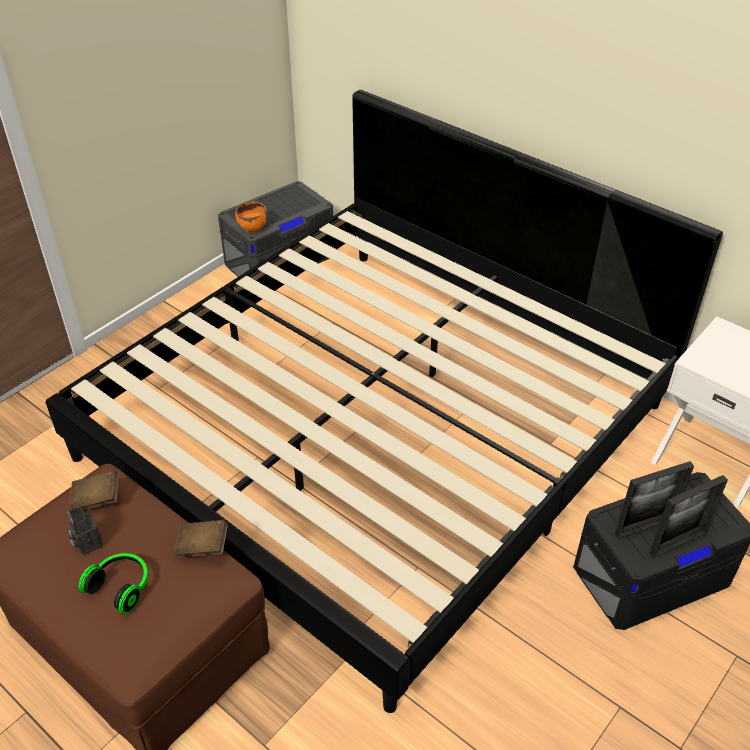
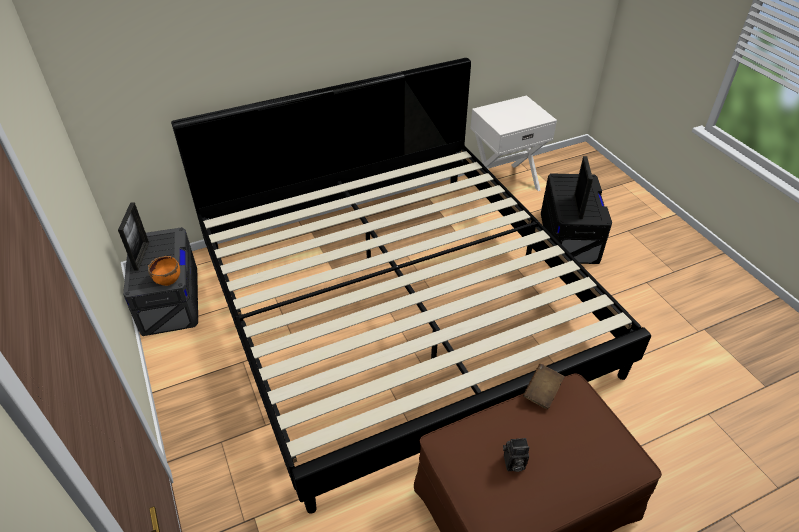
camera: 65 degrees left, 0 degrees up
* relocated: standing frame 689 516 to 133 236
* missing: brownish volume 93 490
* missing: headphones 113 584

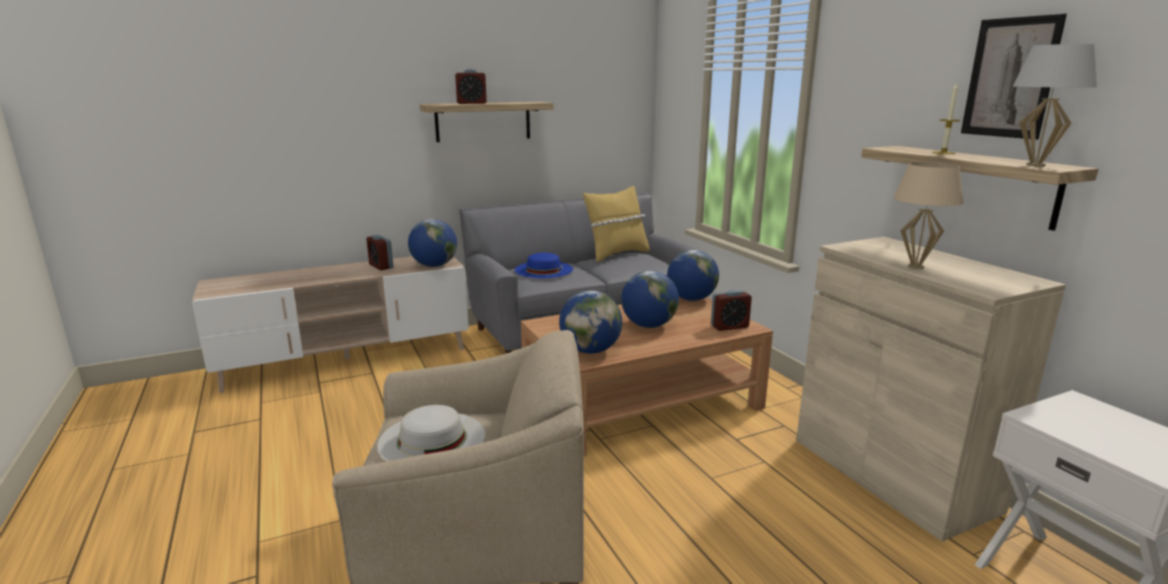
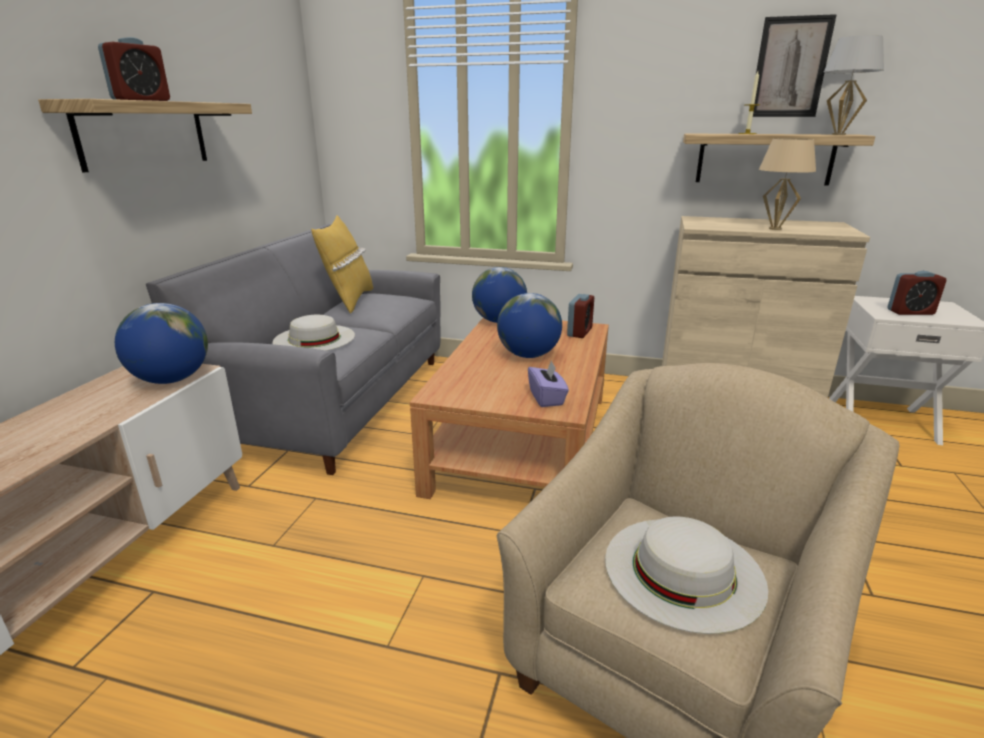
camera: 50 degrees left, 5 degrees up
* colour: bluish wearable hat 544 265 to white wearable hat 314 333
* exchanged: globe 590 322 to purplish tissue holder 548 383
* relocated: bedside clock 379 252 to 917 293

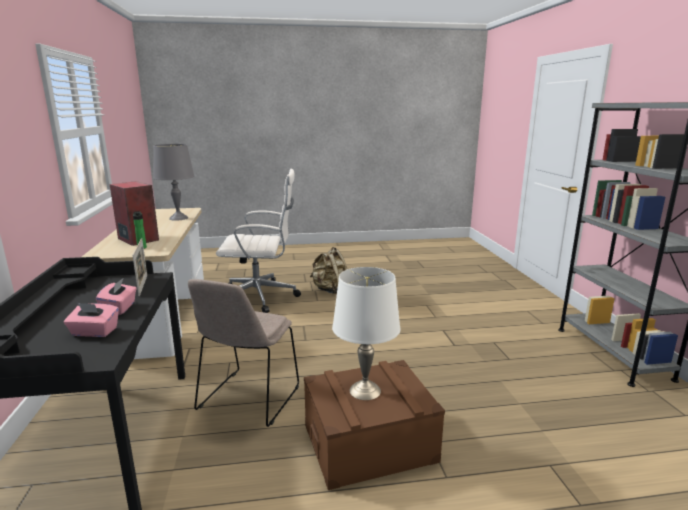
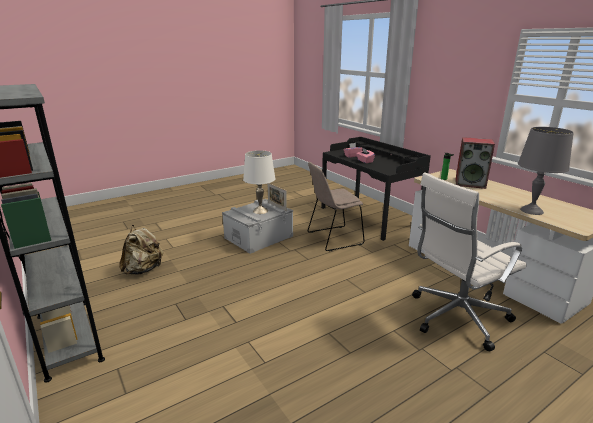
camera: 155 degrees right, 5 degrees up
* relocated: beige backpack 328 270 to 141 250
* colour: brownish storage bin 374 425 to greyish storage bin 257 226
* relocated: standing frame 139 267 to 277 197
* spun: beige upright chair 243 353 = 336 207 105 degrees counterclockwise

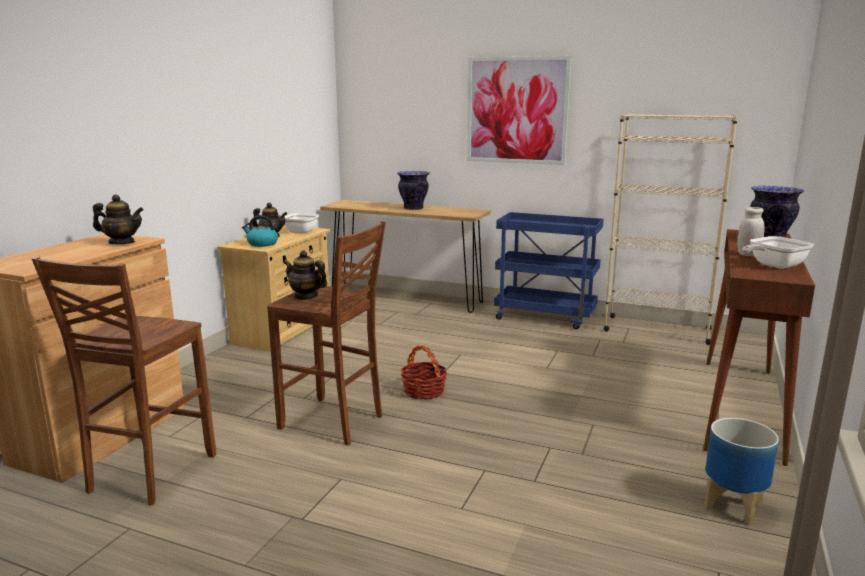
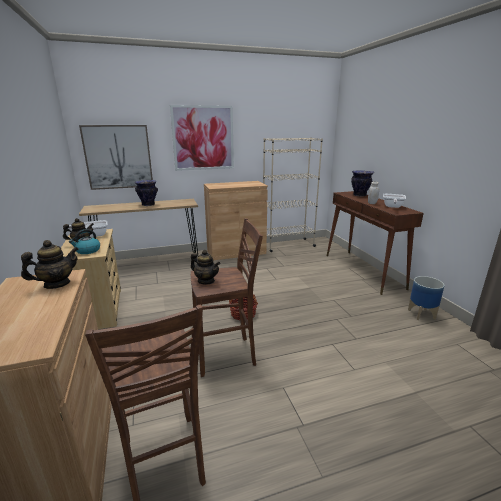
camera: 40 degrees left, 5 degrees up
* appeared: picture 116 157
* spun: tea pot 305 275 = 205 267 135 degrees counterclockwise
* exchanged: bluish trolley 549 270 to brownish storage cabinet 236 220

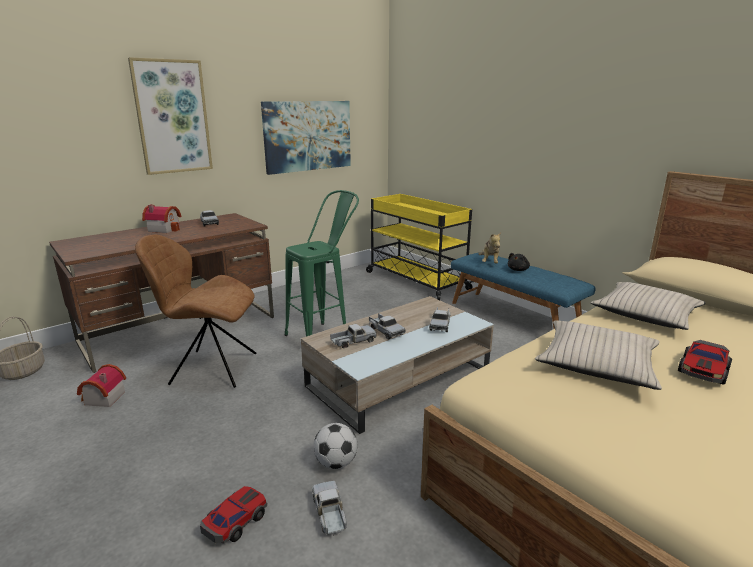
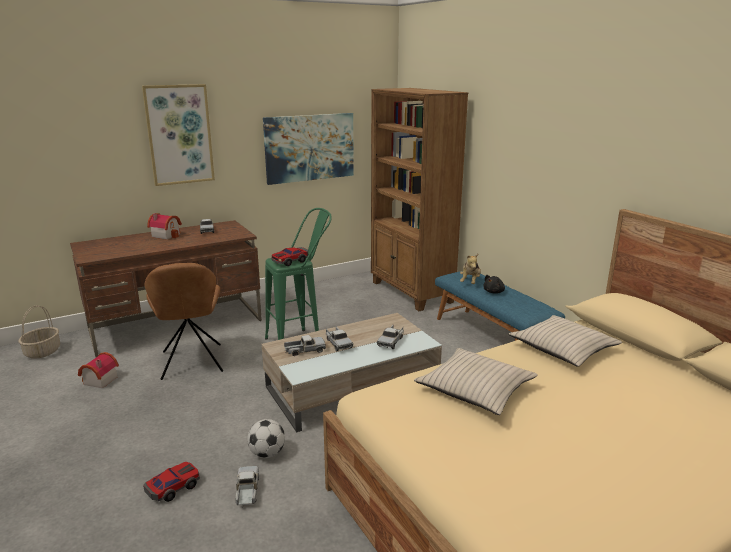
camera: 10 degrees right, 0 degrees up
* spun: brownish upright chair 195 311 = 183 321 120 degrees counterclockwise
* relocated: toy car 705 362 to 289 256
* exchanged: yellowish trolley 419 247 to brownish bookshelf 419 199

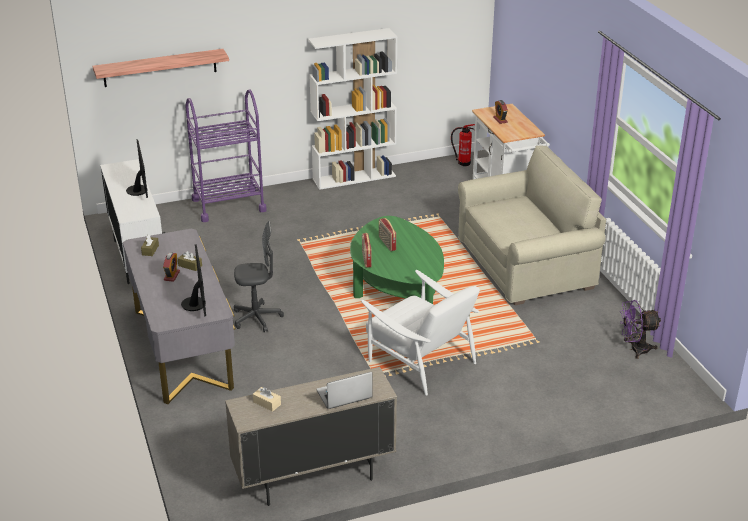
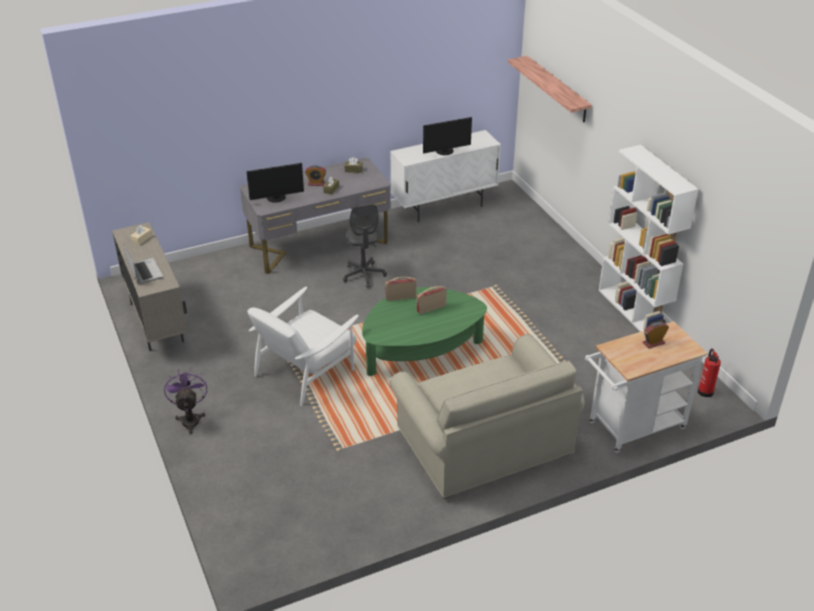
camera: 85 degrees right, 5 degrees up
* relocated: purplish electric fan 640 329 to 185 401
* missing: purplish trolley 226 155

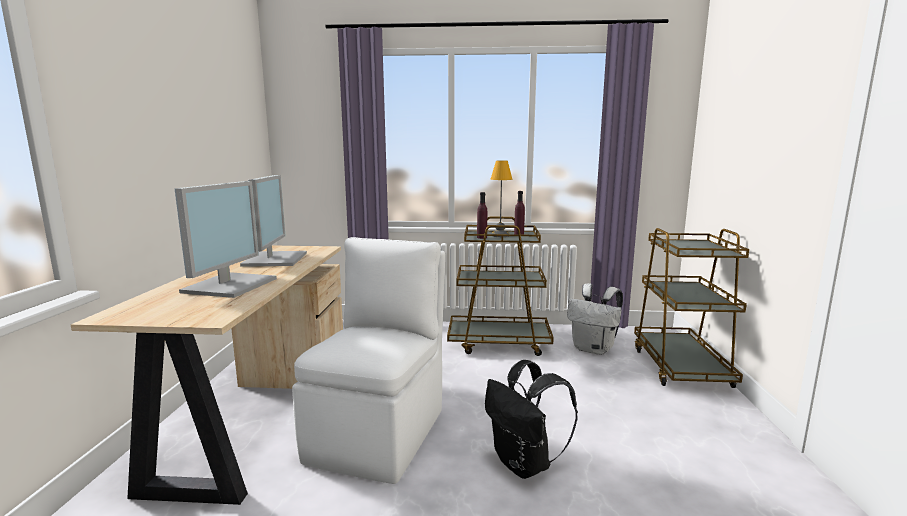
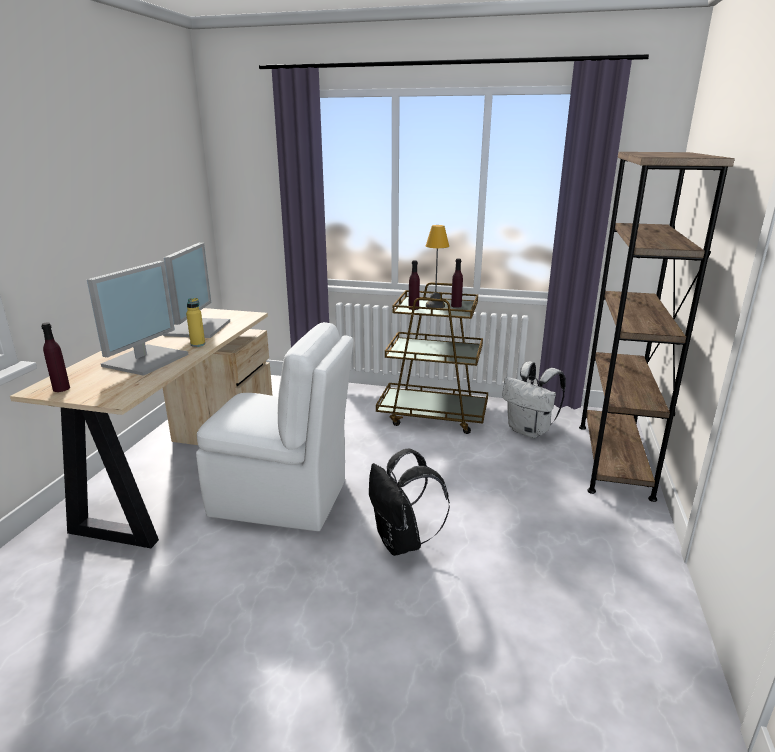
camera: 10 degrees right, 10 degrees up
* appeared: purplish beverage bottle 55 357
* appeared: yellowish beverage bottle 195 322
* spun: white upright chair 368 360 = 274 426 75 degrees clockwise
* exchanged: brownish trolley 691 308 to brownish bookshelf 657 327

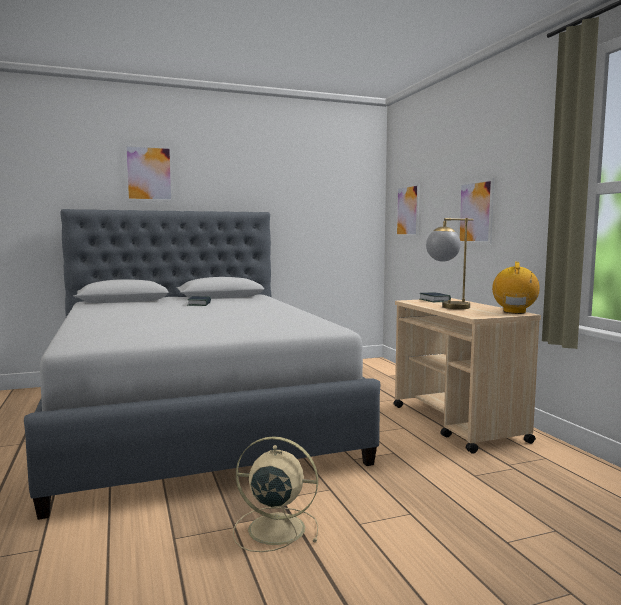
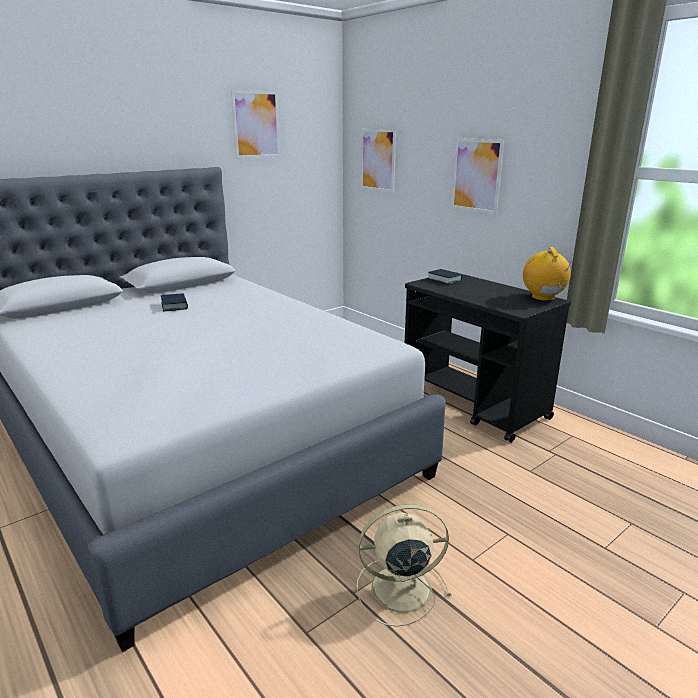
camera: 20 degrees left, 15 degrees up
* relocated: picture 149 173 to 255 124
* colour: beige trolley 467 376 to black-coloured trolley 488 357
* missing: tabletop lamp 450 263

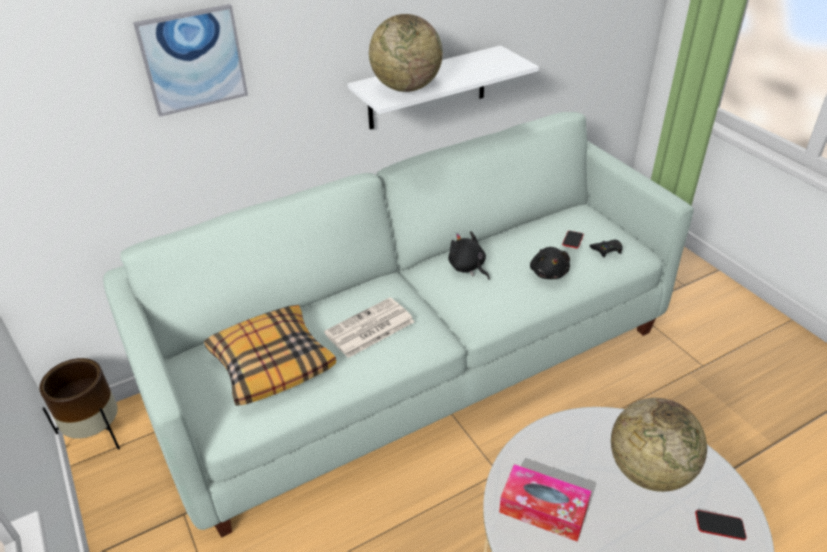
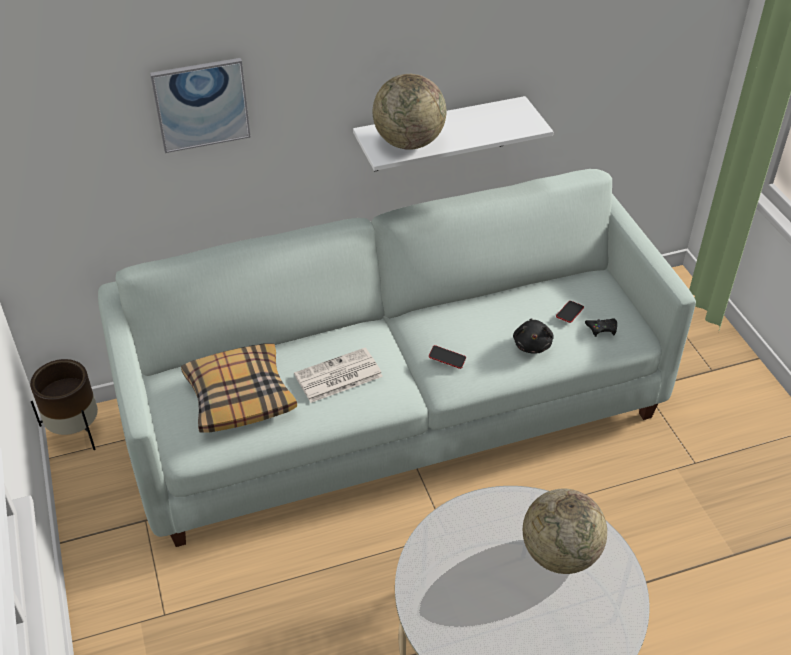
camera: 10 degrees right, 5 degrees up
* relocated: phone 721 525 to 447 357
* missing: black-coloured cuddly toy 469 255
* missing: tissue holder 545 503

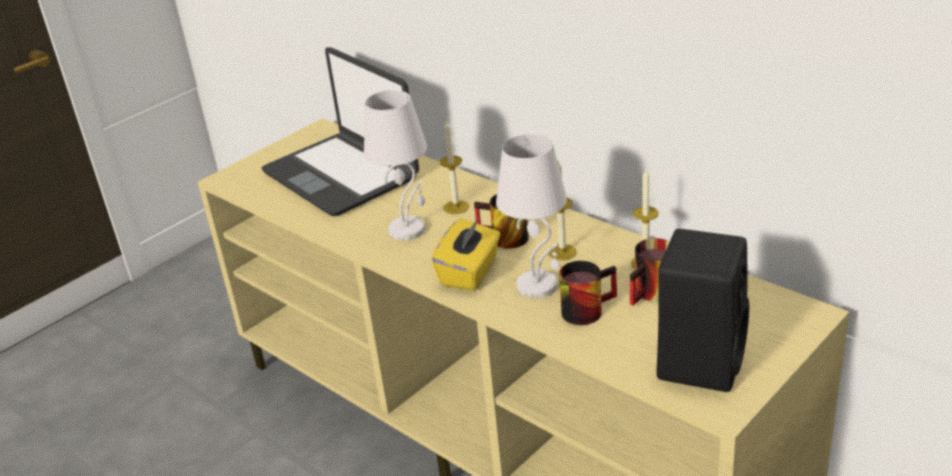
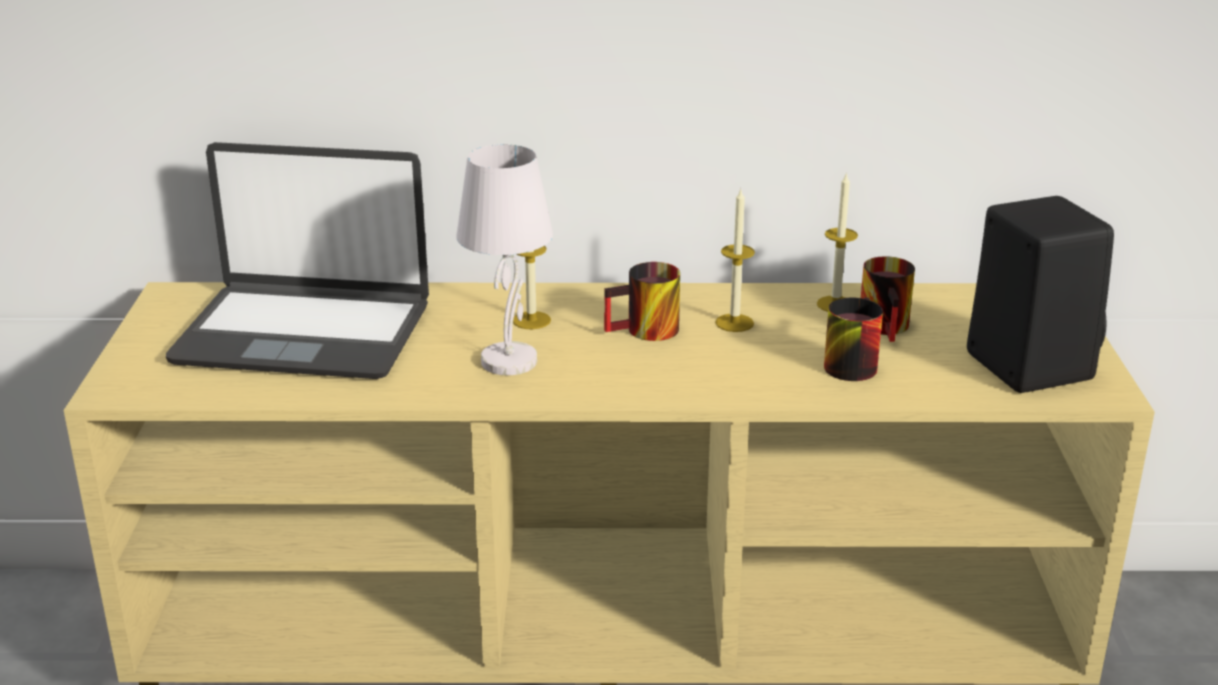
camera: 45 degrees left, 5 degrees down
* missing: yellowish tissue holder 466 254
* missing: white tabletop lamp 531 216

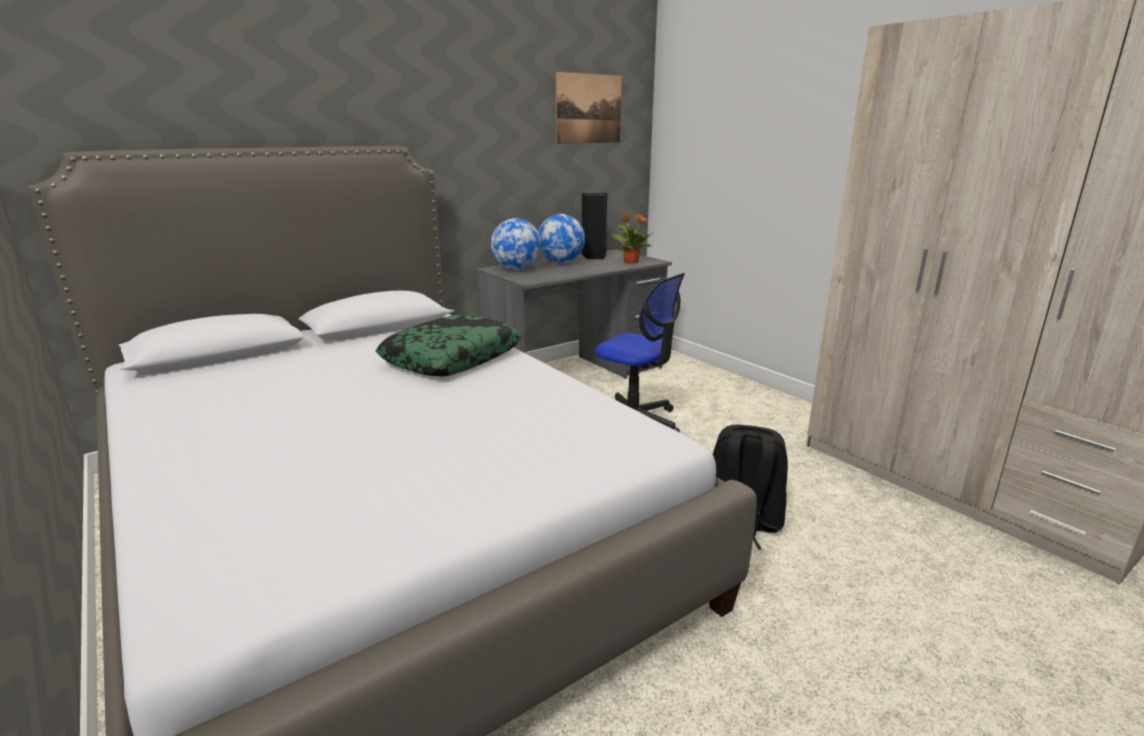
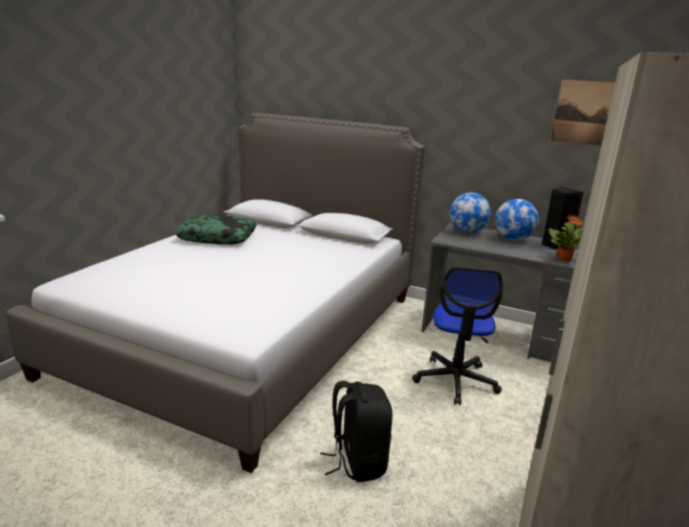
camera: 60 degrees right, 0 degrees up
* relocated: cushion 449 345 to 215 229

